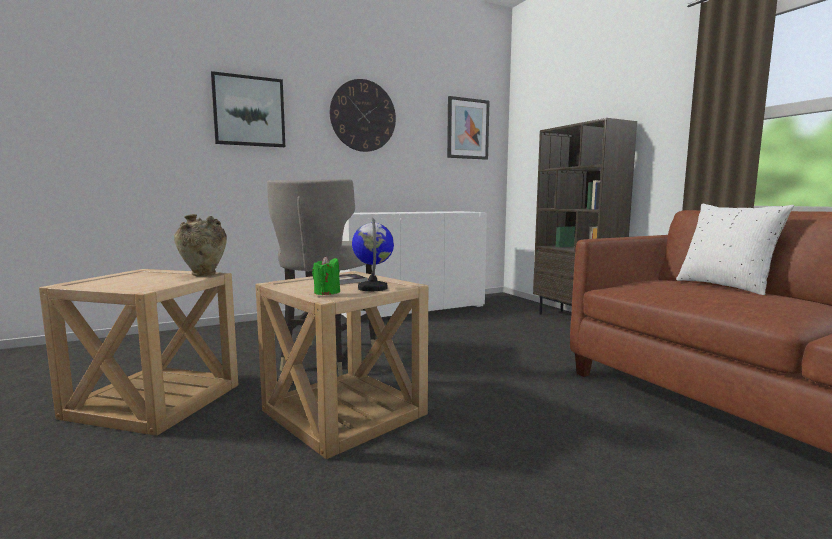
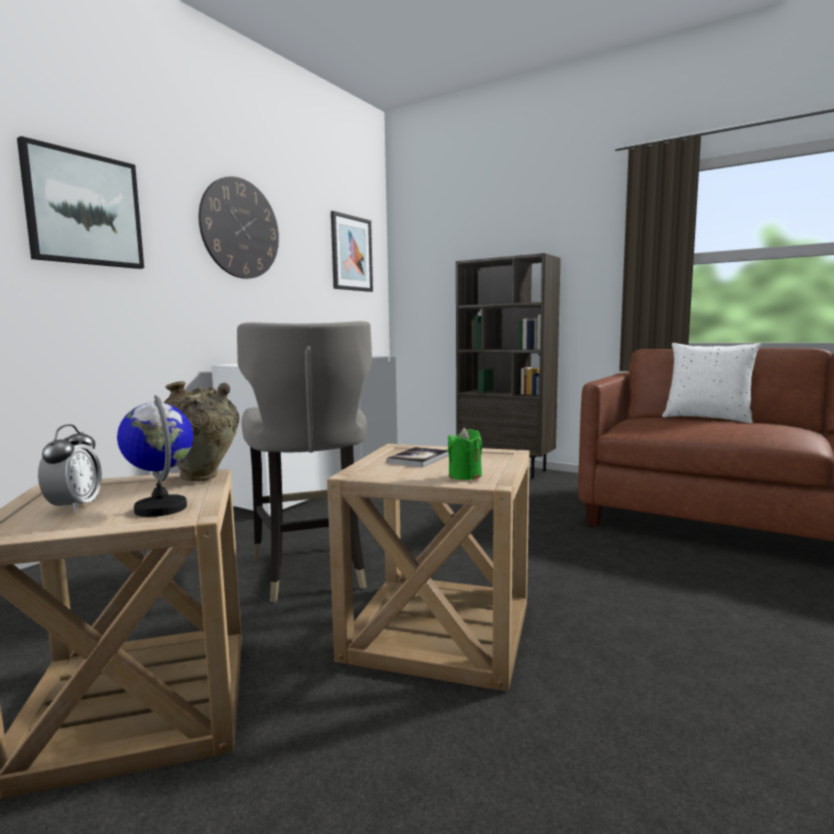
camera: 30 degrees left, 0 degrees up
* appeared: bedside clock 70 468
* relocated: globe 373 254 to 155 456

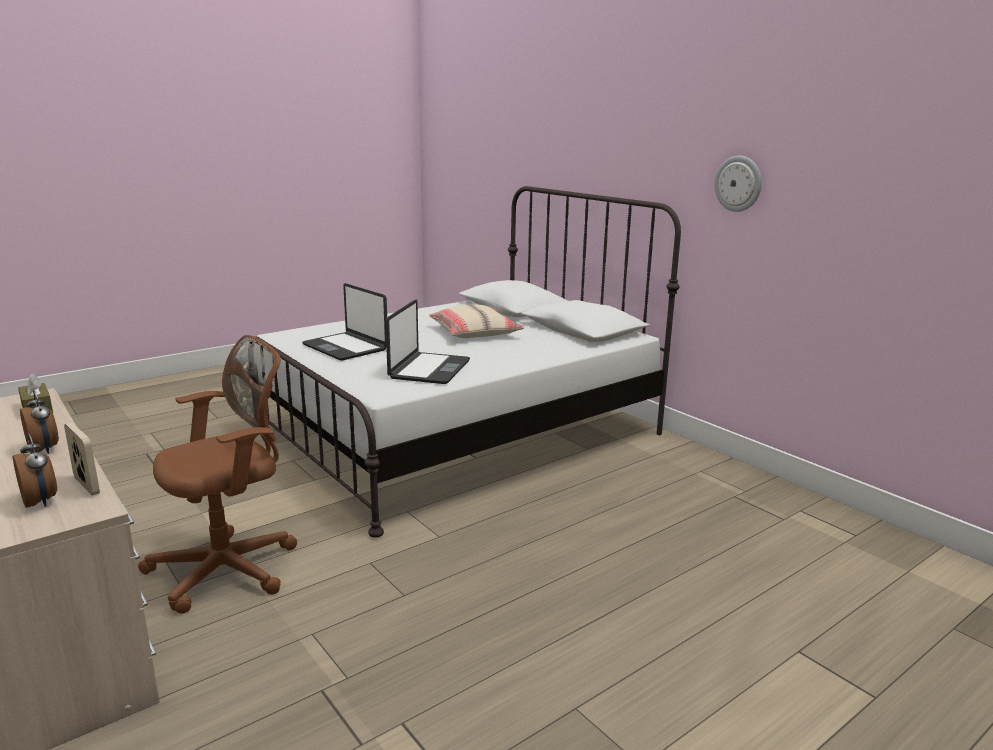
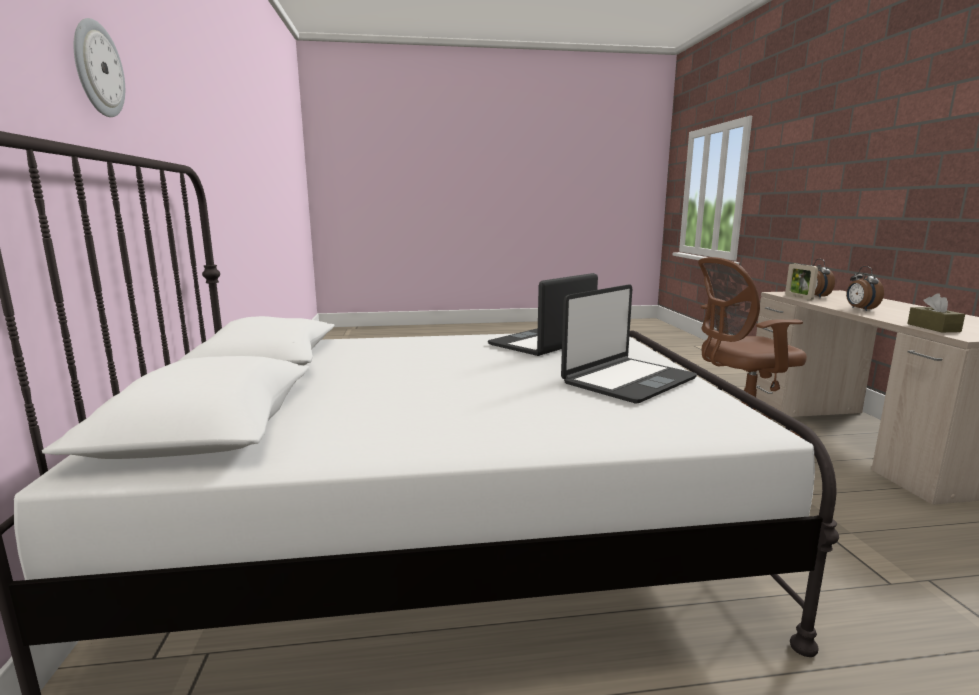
camera: 150 degrees left, 5 degrees down
* relocated: clock on the wall 738 184 to 99 67
* spun: notebook computer 344 322 = 629 344 60 degrees clockwise
* missing: beige cushion 476 321

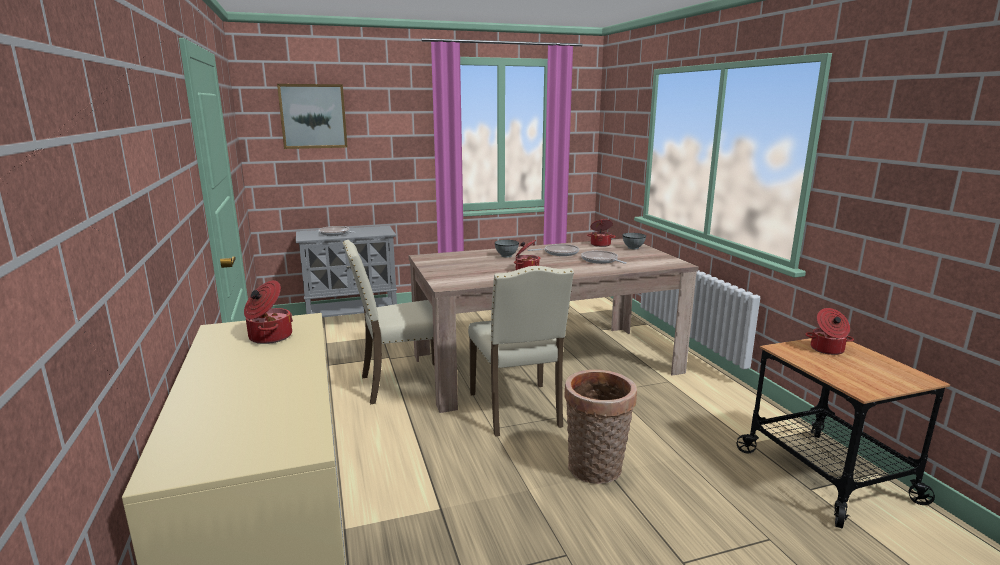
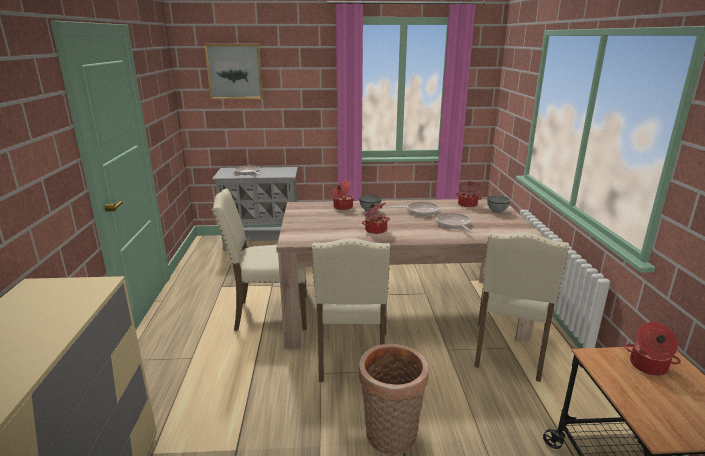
camera: 15 degrees right, 5 degrees up
* relocated: stockpot 268 312 to 343 195
* appeared: beige upright chair 521 307

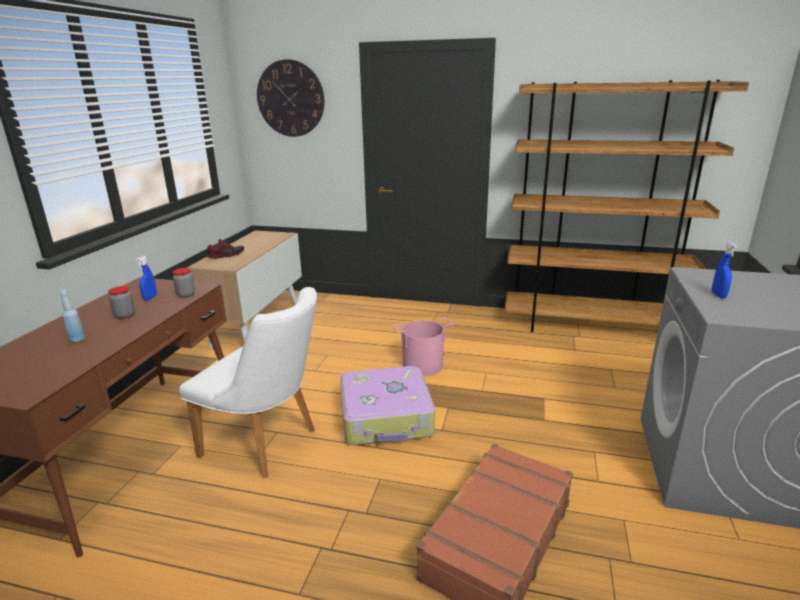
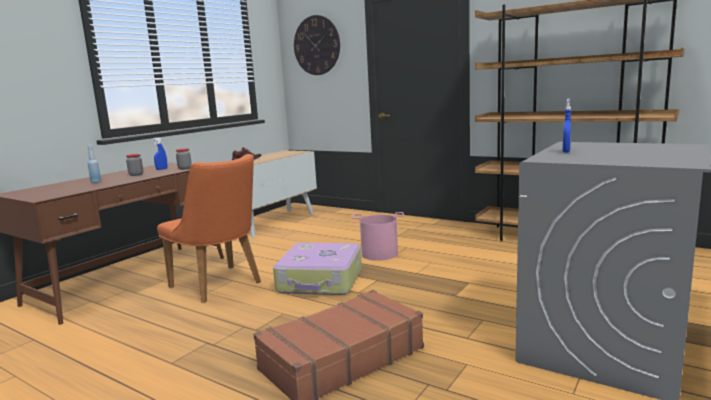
camera: 20 degrees right, 10 degrees down
* colour: white upright chair 248 382 to orange-coloured upright chair 209 228

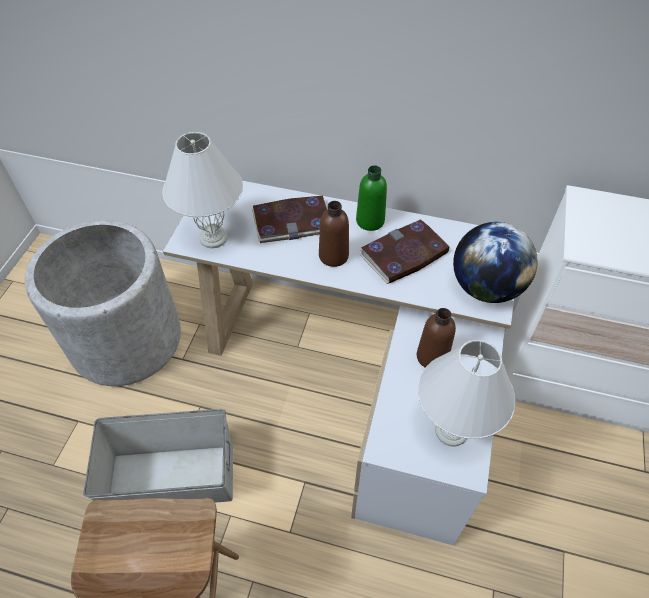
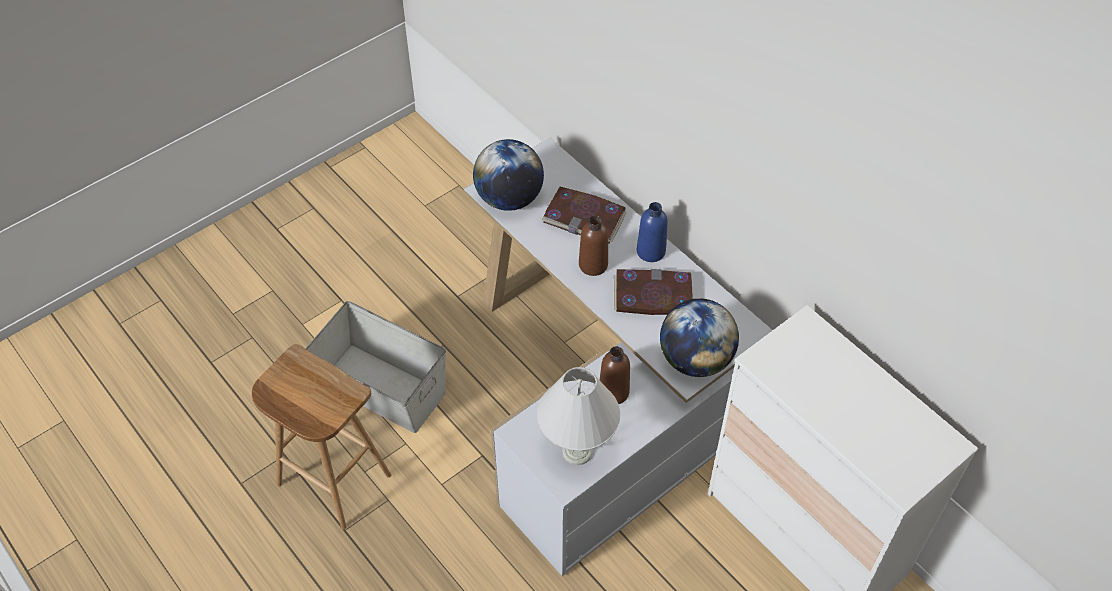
camera: 35 degrees right, 0 degrees up
* exchanged: white tabletop lamp 202 190 to globe 508 175
* colour: greenish beverage bottle 371 198 to bluish beverage bottle 652 232
* missing: greyish plant pot 103 303

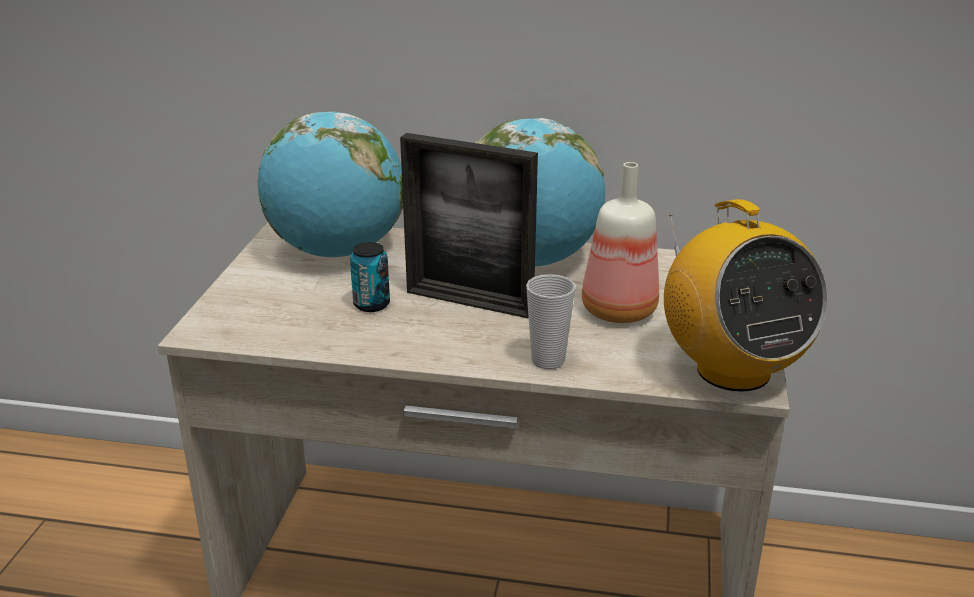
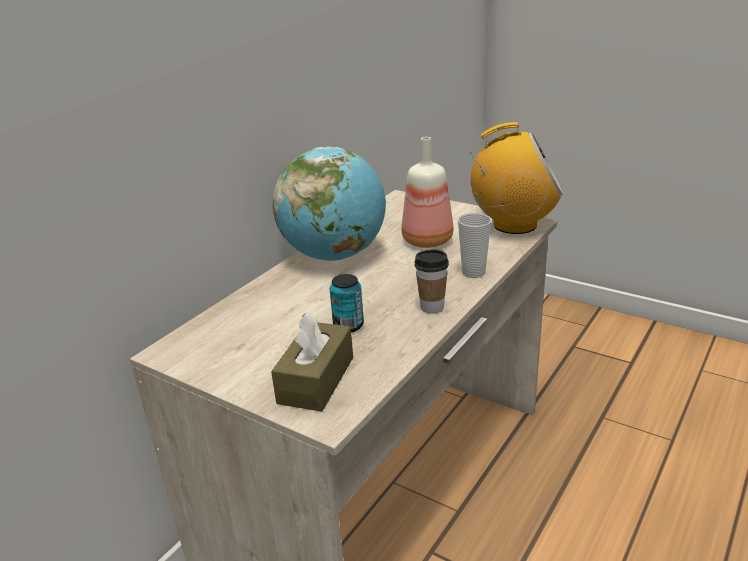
camera: 65 degrees left, 0 degrees up
* appeared: brownish tissue holder 312 362
* appeared: small cup 431 281
* missing: globe 330 184
* missing: standing frame 469 226

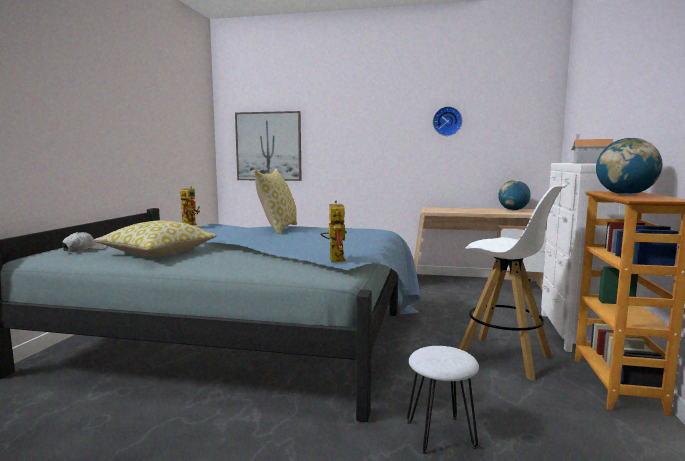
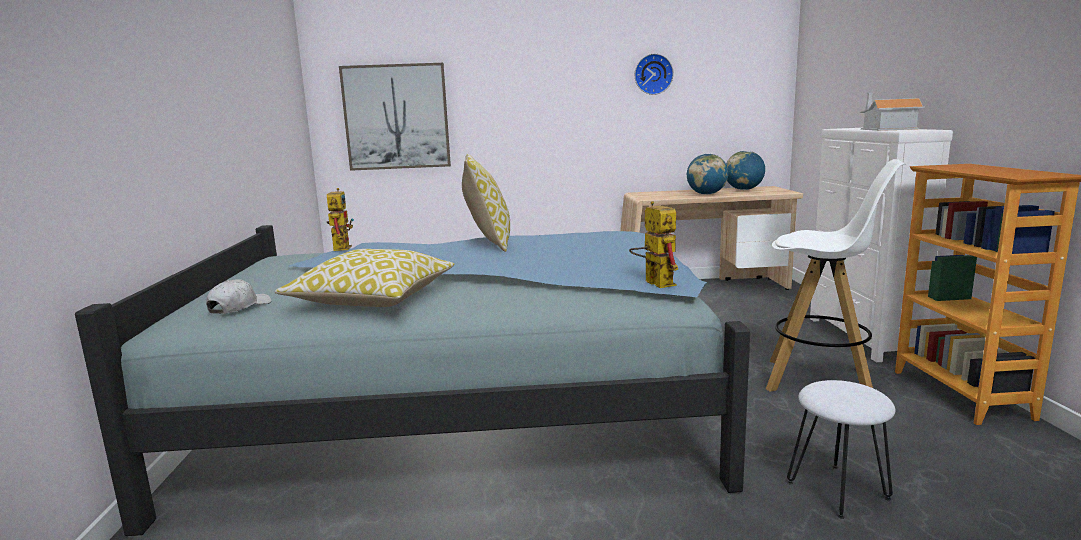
camera: 15 degrees left, 5 degrees up
* relocated: globe 629 166 to 707 174

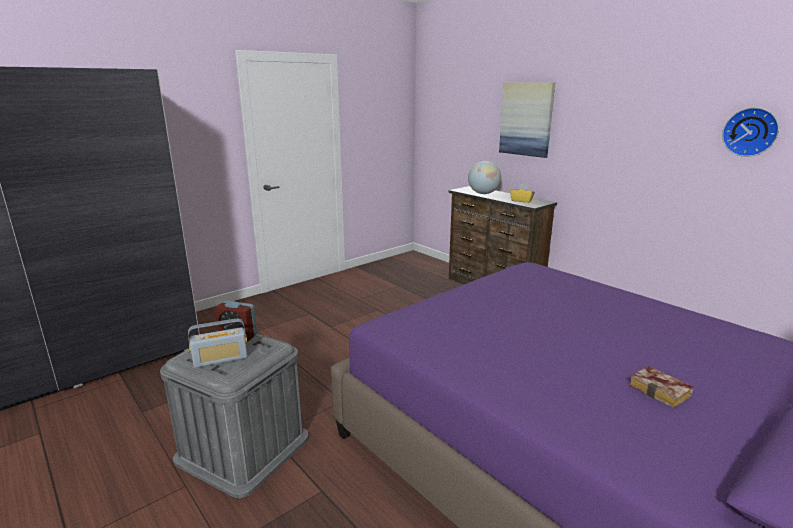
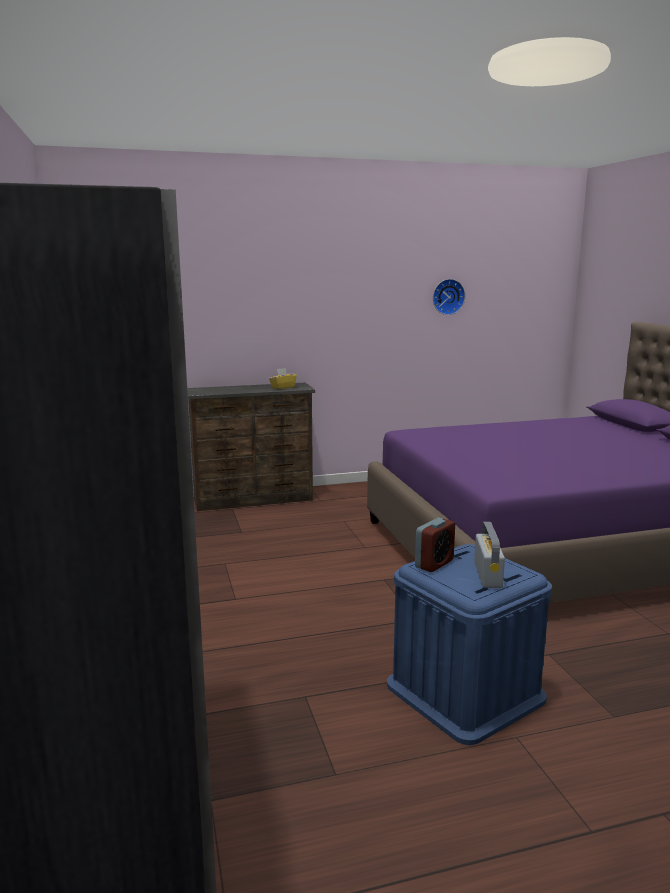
camera: 65 degrees left, 5 degrees down
* colour: greyish storage bin 234 415 to bluish storage bin 469 644
* missing: globe 484 177
* missing: picture 527 120
* missing: volume 661 387

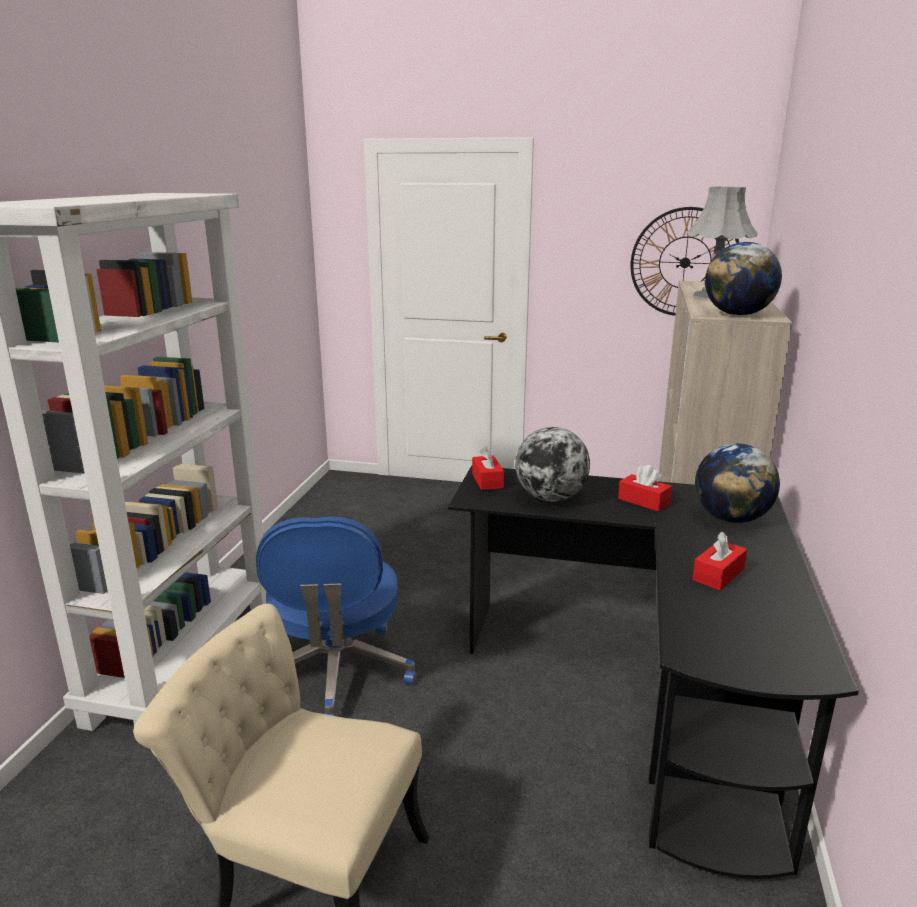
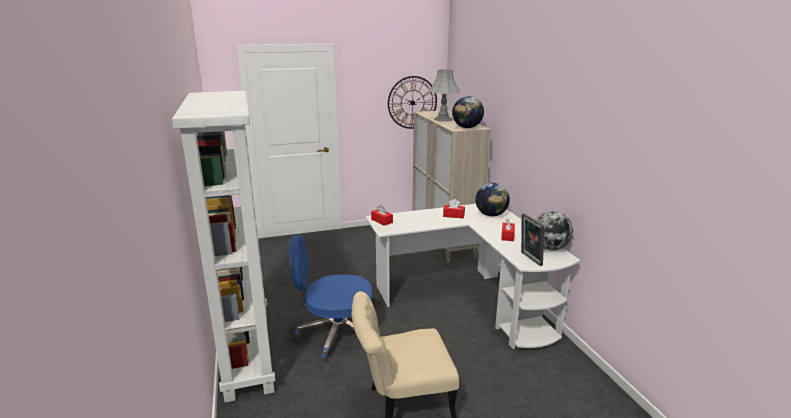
camera: 30 degrees left, 0 degrees up
* spun: bluish desk chair 336 616 = 330 297 120 degrees clockwise
* colour: black-coloured desk 653 672 to white desk 472 276
* appeared: standing frame 532 239
* relocated: globe 552 464 to 554 230

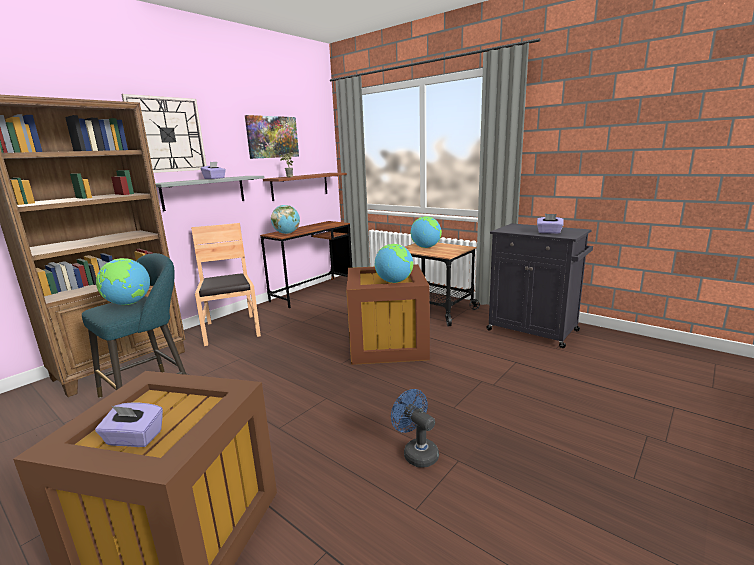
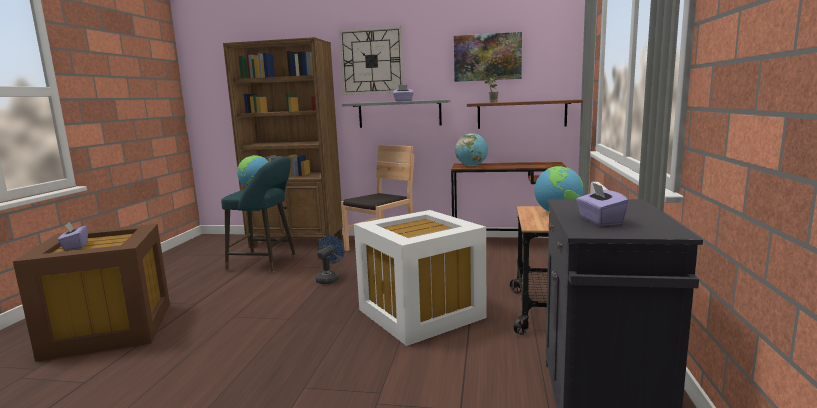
camera: 60 degrees right, 5 degrees down
* relocated: bluish electric fan 415 428 to 330 259
* colour: brownish storage bin 388 314 to white storage bin 420 278
* missing: globe 393 263

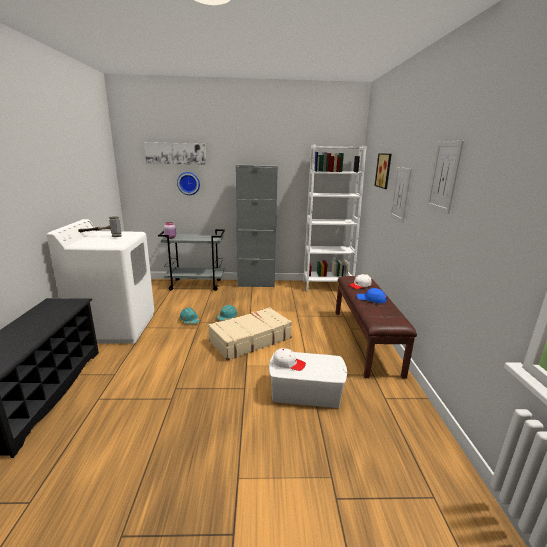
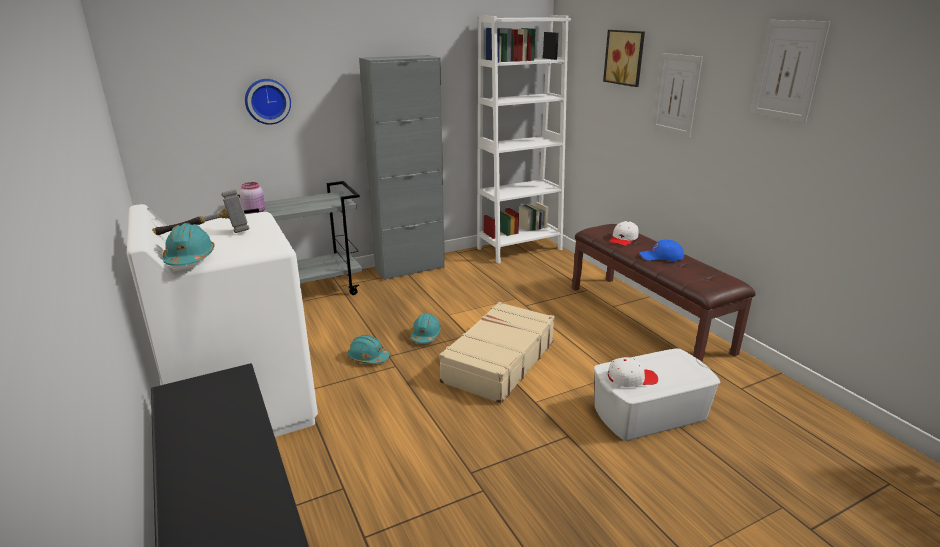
camera: 25 degrees left, 5 degrees up
* appeared: turquoise-coloured work helmet 188 244
* missing: picture 175 153

